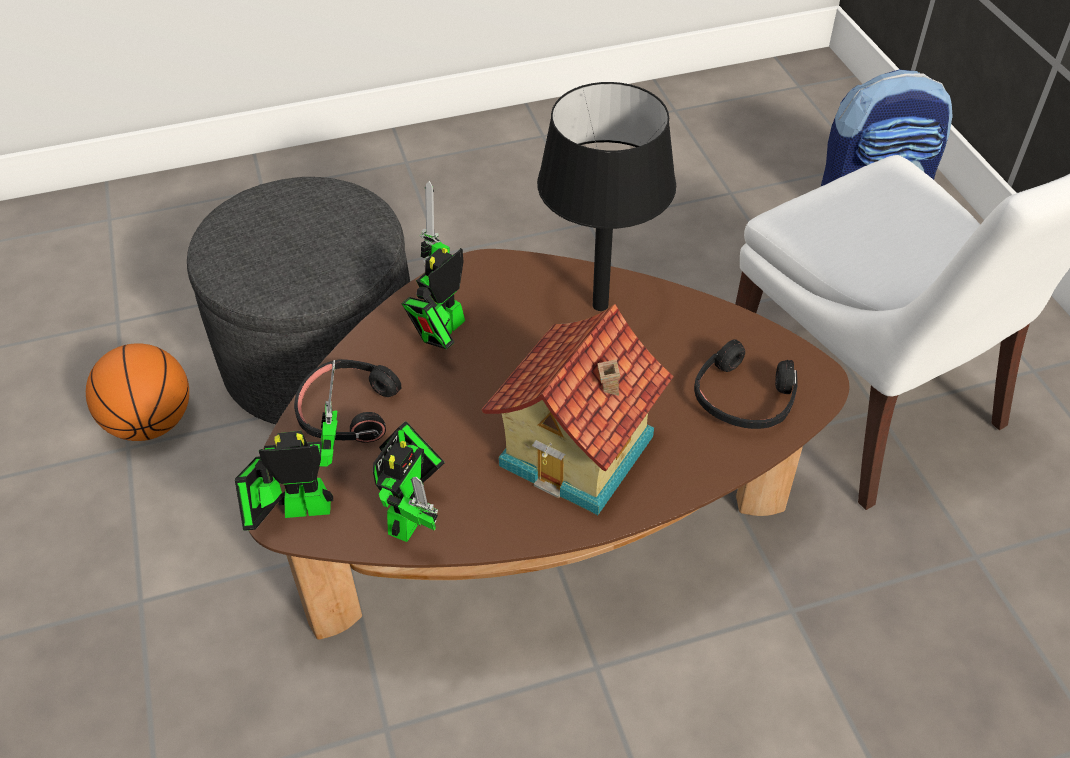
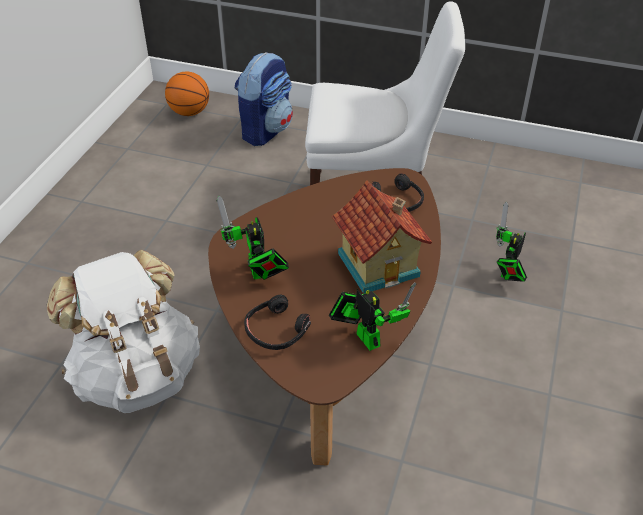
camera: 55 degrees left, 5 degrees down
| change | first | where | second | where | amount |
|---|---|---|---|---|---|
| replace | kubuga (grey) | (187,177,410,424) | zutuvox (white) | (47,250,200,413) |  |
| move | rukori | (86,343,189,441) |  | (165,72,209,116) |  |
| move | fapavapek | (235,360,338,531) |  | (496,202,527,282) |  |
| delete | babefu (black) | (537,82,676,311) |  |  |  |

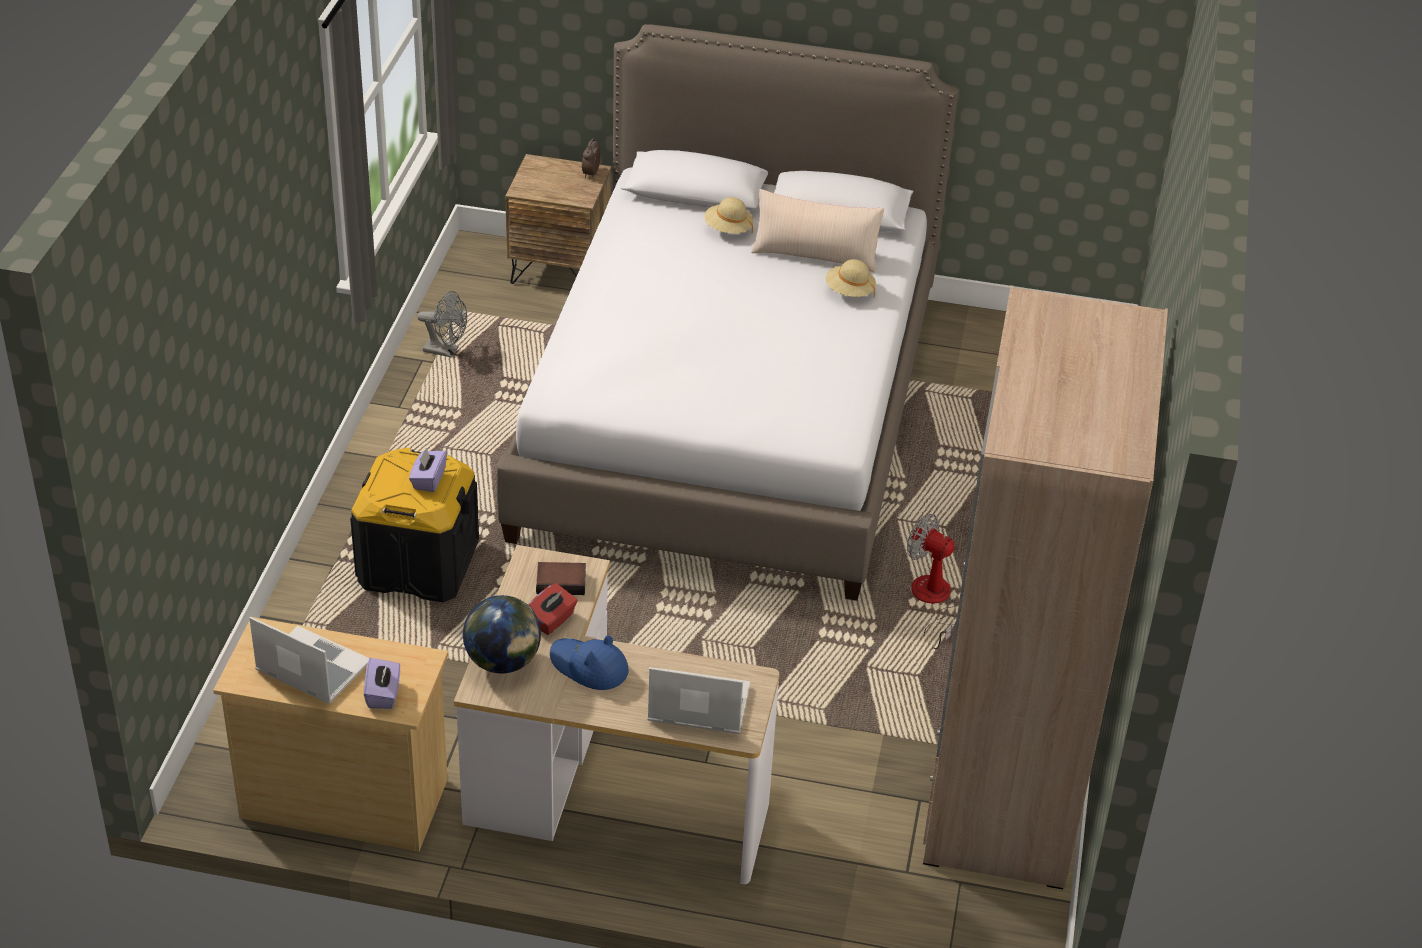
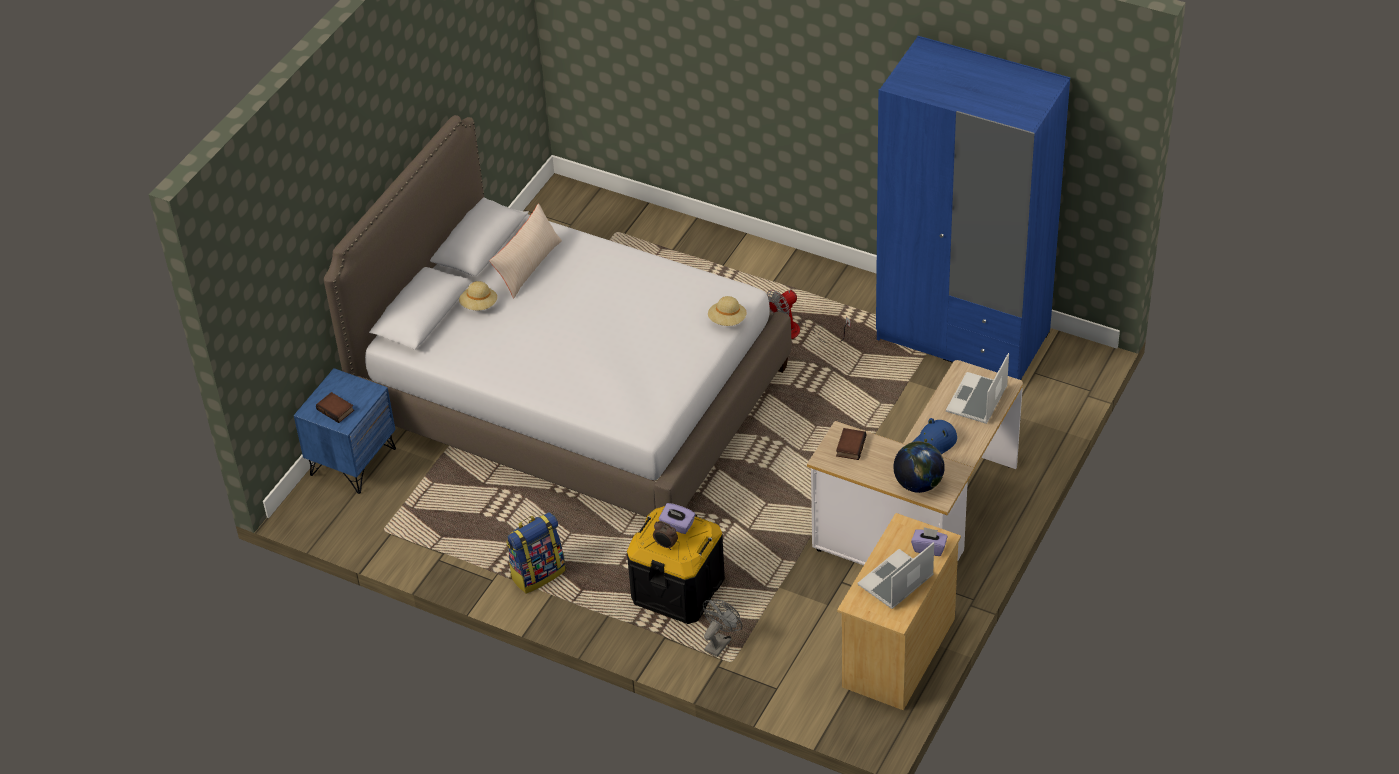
camera: 70 degrees left, 5 degrees up
| change | first | where | second | where | amount |
|---|---|---|---|---|---|
| recolor | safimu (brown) | (505,154,611,284) | safimu (blue) | (294,368,396,494) |  |
| insert |  |  | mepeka | (316,392,354,423) |  |
| insert |  |  | zutuvox | (506,512,566,594) |  |
| move | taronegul | (582,139,600,178) |  | (653,521,678,550) |  |
| move | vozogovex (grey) | (417,291,467,358) |  | (703,599,742,657) |  |
| move | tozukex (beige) | (826,259,876,298) |  | (708,296,747,326) |  |
| recolor | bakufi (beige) | (923,286,1168,890) | bakufi (blue) | (876,36,1070,380) |  |
| delete | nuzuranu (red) | (528,583,578,635) |  |  |  |

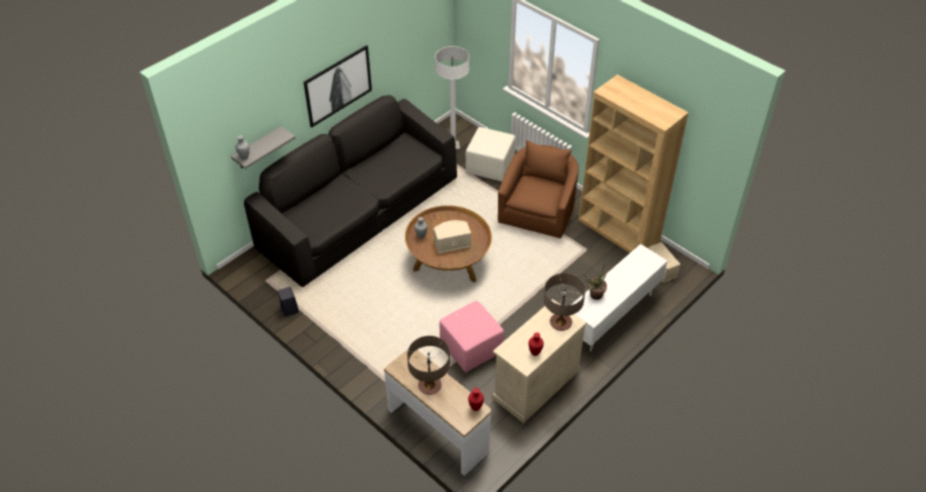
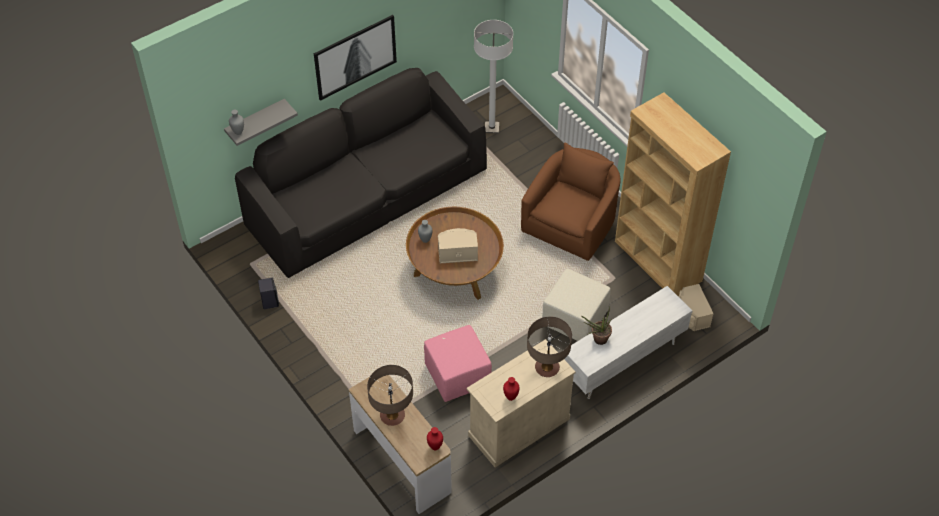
camera: 10 degrees right, 5 degrees up
| change | first | where | second | where | amount |
|---|---|---|---|---|---|
| move | kubuga (beige) | (466,127,515,182) |  | (542,268,610,341) |  |

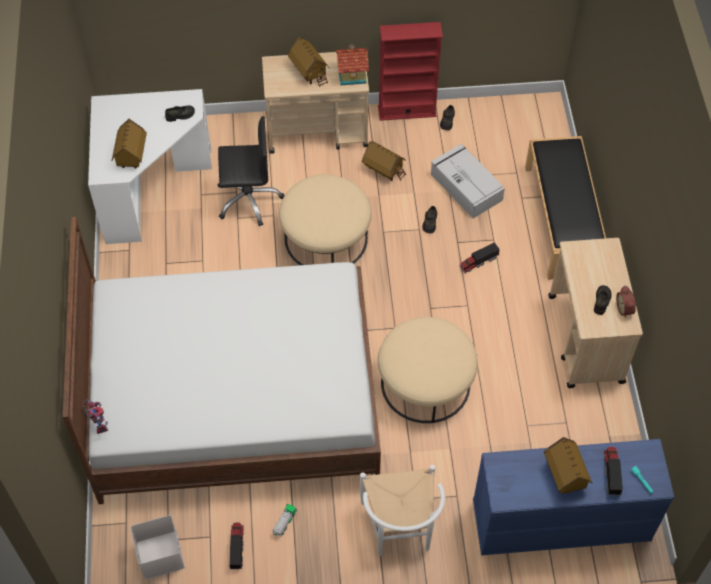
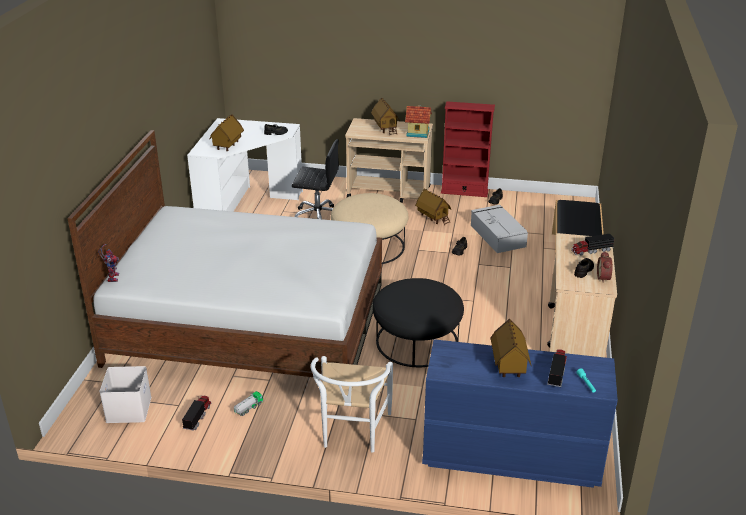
camera: 15 degrees right, 25 degrees down
| change | first | where | second | where | amount |
|---|---|---|---|---|---|
| recolor | kubuga (beige) | (378,317,478,423) | kubuga (black) | (372,278,464,367) |  |
| move | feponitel | (459,242,499,273) |  | (571,234,614,256) |  |

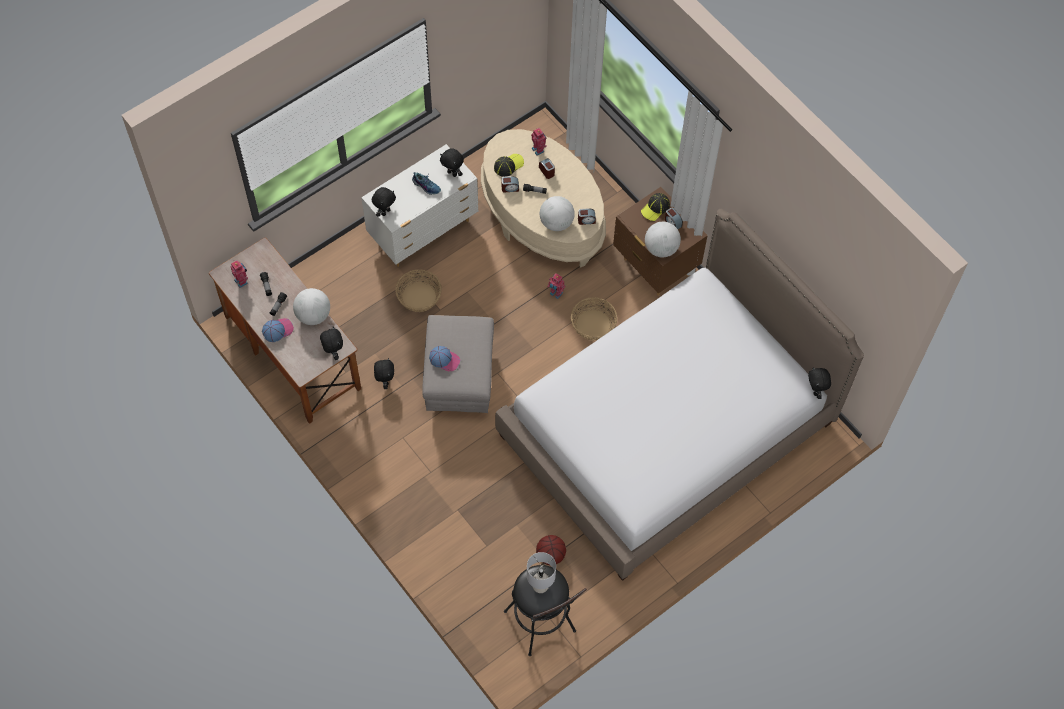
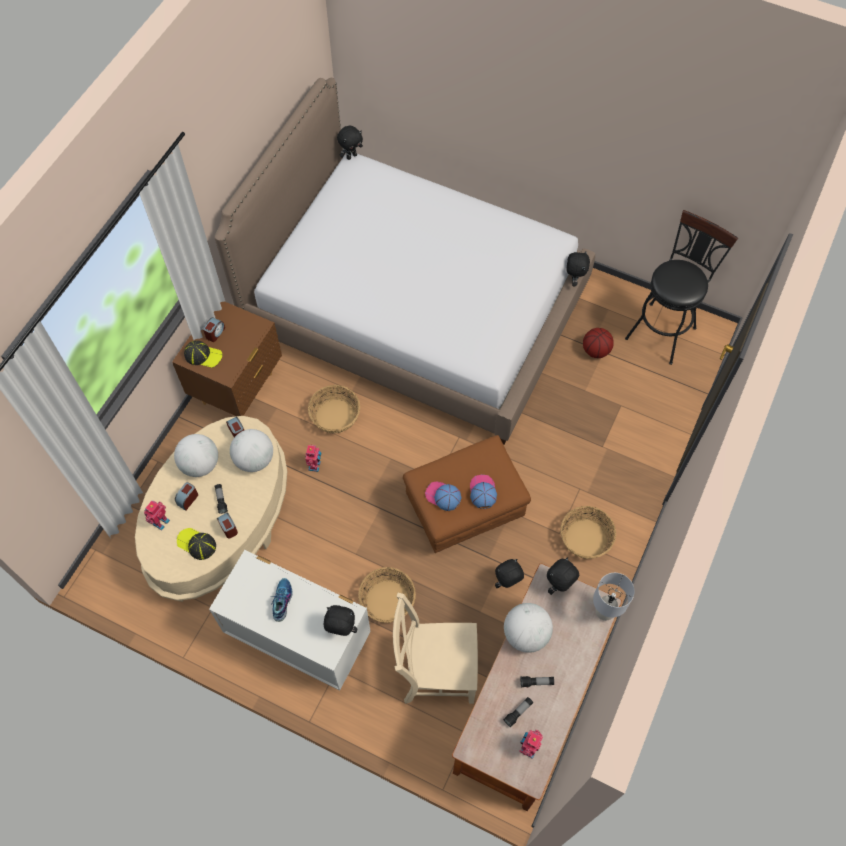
camera: 115 degrees left, 0 degrees up
| change | first | where | second | where | amount |
|---|---|---|---|---|---|
| move | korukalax | (645,222,681,257) |  | (174,434,218,477) |  |
| insert |  |  | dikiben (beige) | (393,593,478,704) |  |
| recolor | kubuga (grey) | (422,315,494,413) | kubuga (brown) | (403,435,531,553) |  |
| move | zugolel | (262,318,294,342) |  | (425,481,462,511) |  |
| insert |  |  | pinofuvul | (560,506,616,559) |  |
| move | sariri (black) | (440,148,464,177) |  | (566,251,590,286) |  |
| move | babefu (grey) | (527,552,556,593) |  | (593,573,635,621) |  |

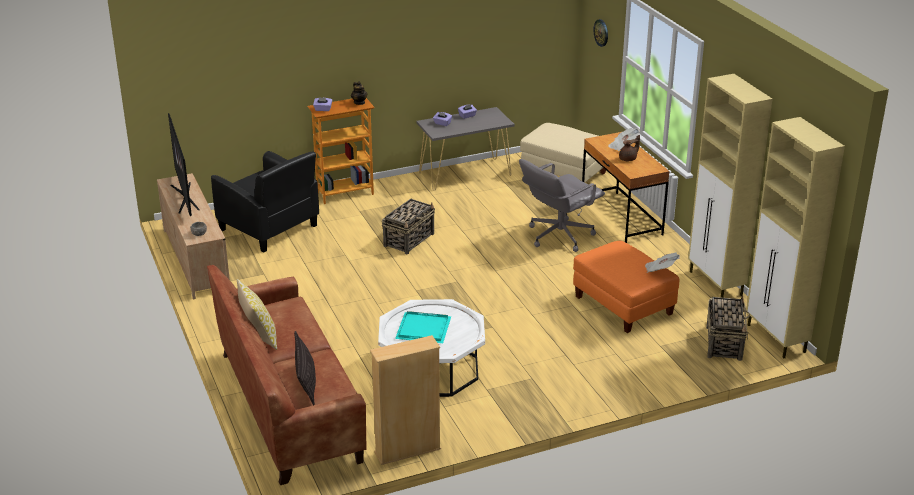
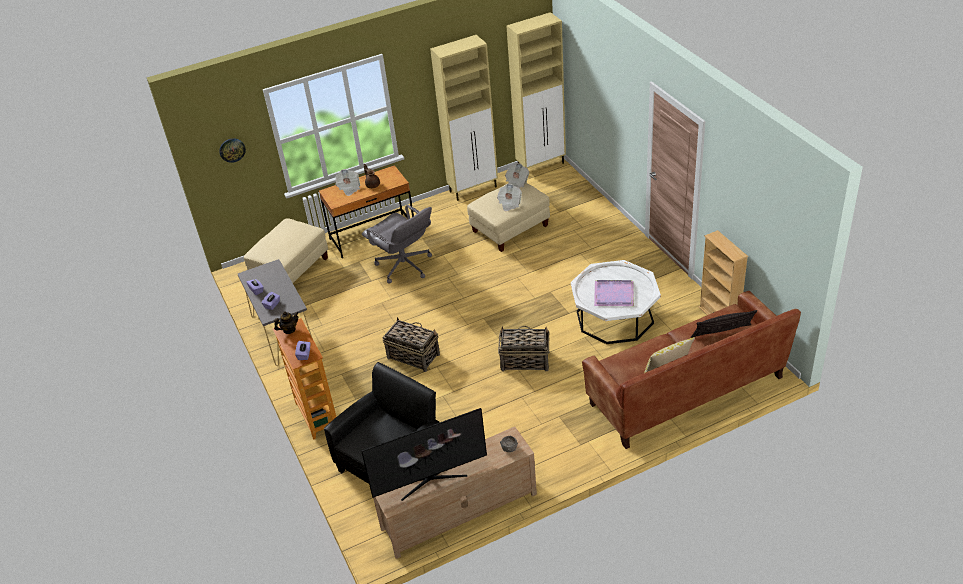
camera: 90 degrees left, 10 degrees up
| change | first | where | second | where | amount |
|---|---|---|---|---|---|
| recolor | kubuga (orange) | (573,241,680,333) | kubuga (beige) | (467,183,550,252) |  |
| insert |  |  | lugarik | (497,184,522,211) |  |
| move | pinofuvul | (706,296,750,361) |  | (498,326,549,371) |  |
| recolor | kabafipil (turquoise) | (395,311,451,343) | kabafipil (purple) | (594,280,634,306) |  |

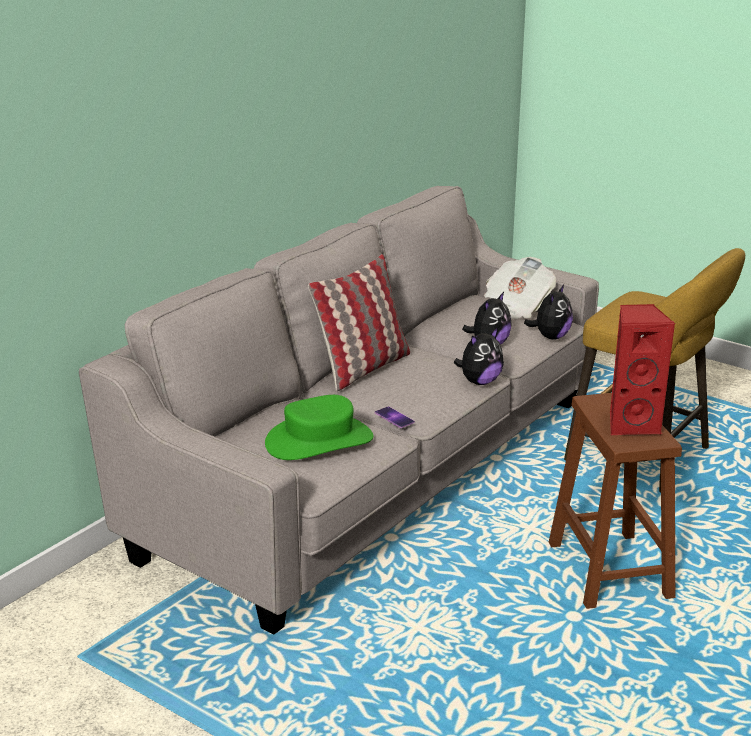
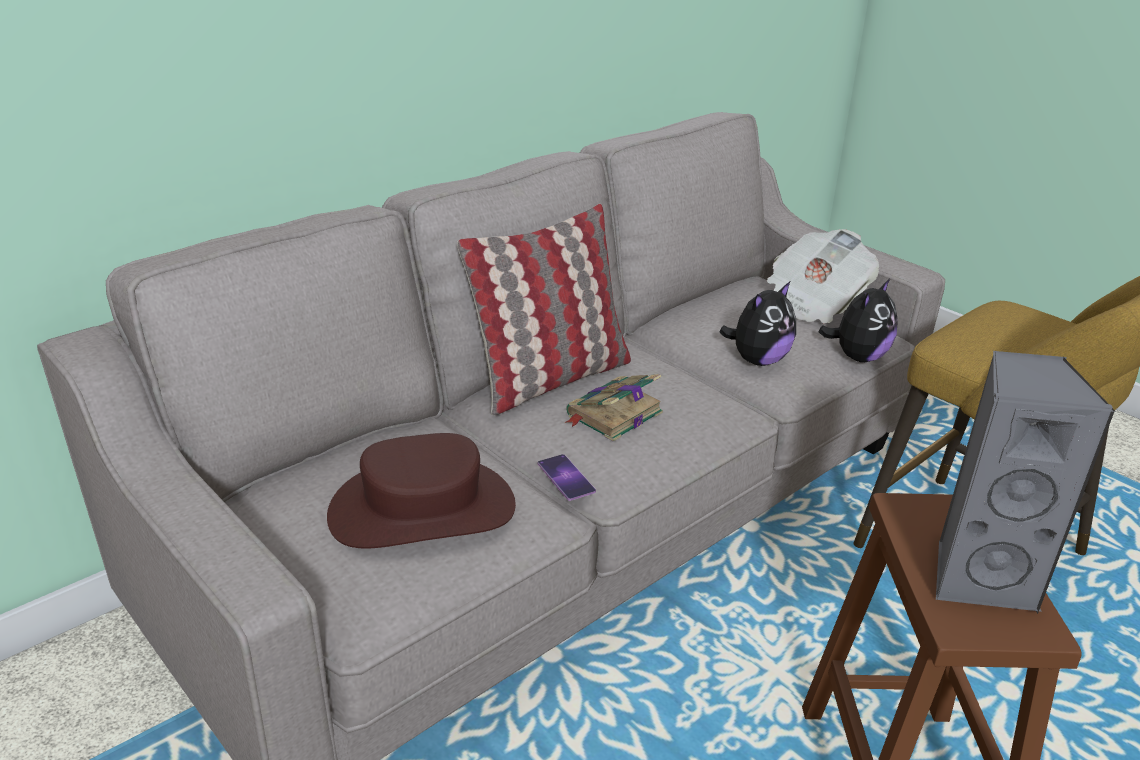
camera: 10 degrees right, 5 degrees up
| change | first | where | second | where | amount |
|---|---|---|---|---|---|
| recolor | tozukex (green) | (265,395,373,460) | tozukex (brown) | (327,433,516,549) |  |
| insert |  |  | mepeka | (565,374,663,441) |  |
| recolor | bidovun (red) | (610,304,675,435) | bidovun (grey) | (936,351,1116,614) |  |
| delete | sariri | (454,327,504,385) |  |  |  |

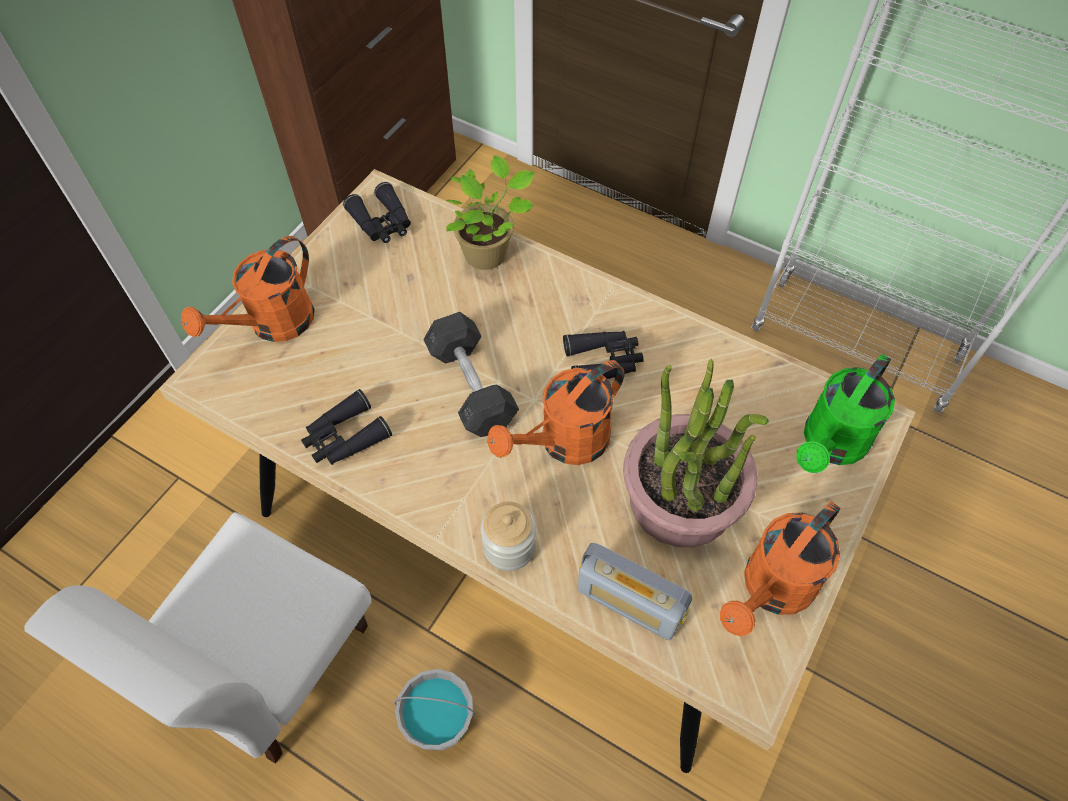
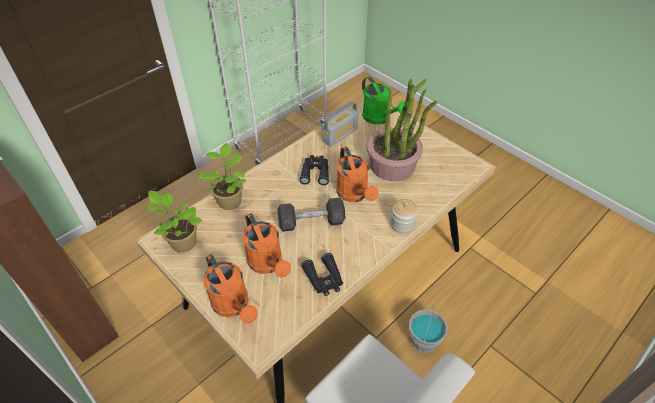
camera: 75 degrees left, 10 degrees down
| change | first | where | second | where | amount |
|---|---|---|---|---|---|
| replace | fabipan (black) | (343,182,411,243) | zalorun | (146,191,202,253) |  |
| move | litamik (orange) | (720,501,841,636) |  | (242,213,291,277) |  |
| move | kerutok | (577,543,692,640) |  | (322,101,358,147) |  |

